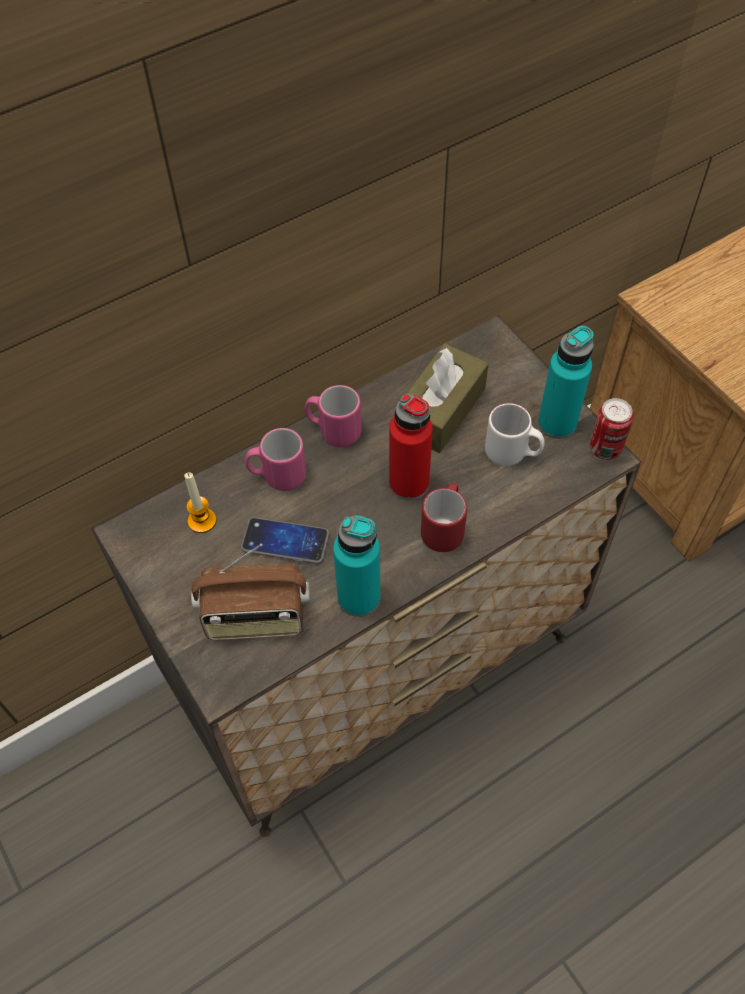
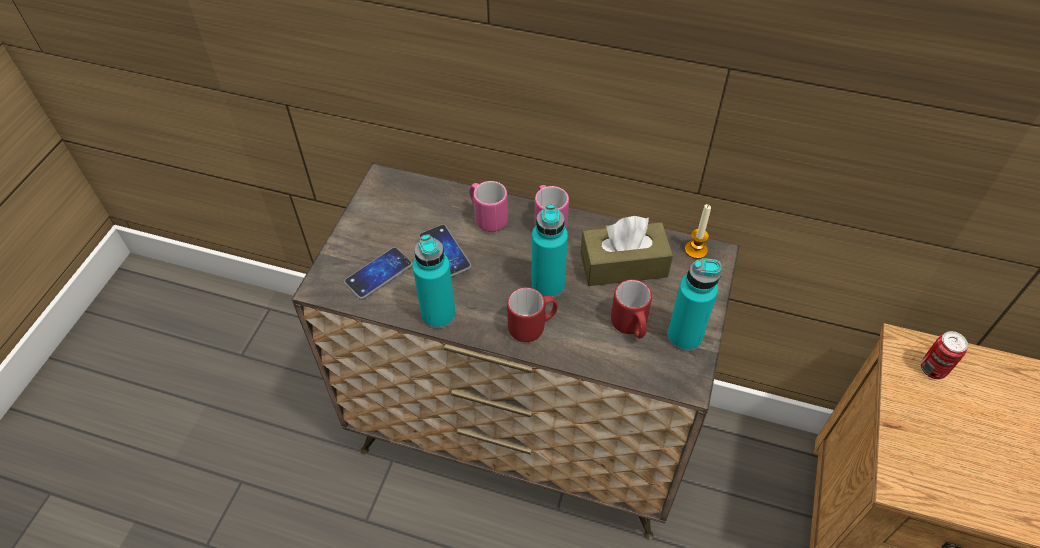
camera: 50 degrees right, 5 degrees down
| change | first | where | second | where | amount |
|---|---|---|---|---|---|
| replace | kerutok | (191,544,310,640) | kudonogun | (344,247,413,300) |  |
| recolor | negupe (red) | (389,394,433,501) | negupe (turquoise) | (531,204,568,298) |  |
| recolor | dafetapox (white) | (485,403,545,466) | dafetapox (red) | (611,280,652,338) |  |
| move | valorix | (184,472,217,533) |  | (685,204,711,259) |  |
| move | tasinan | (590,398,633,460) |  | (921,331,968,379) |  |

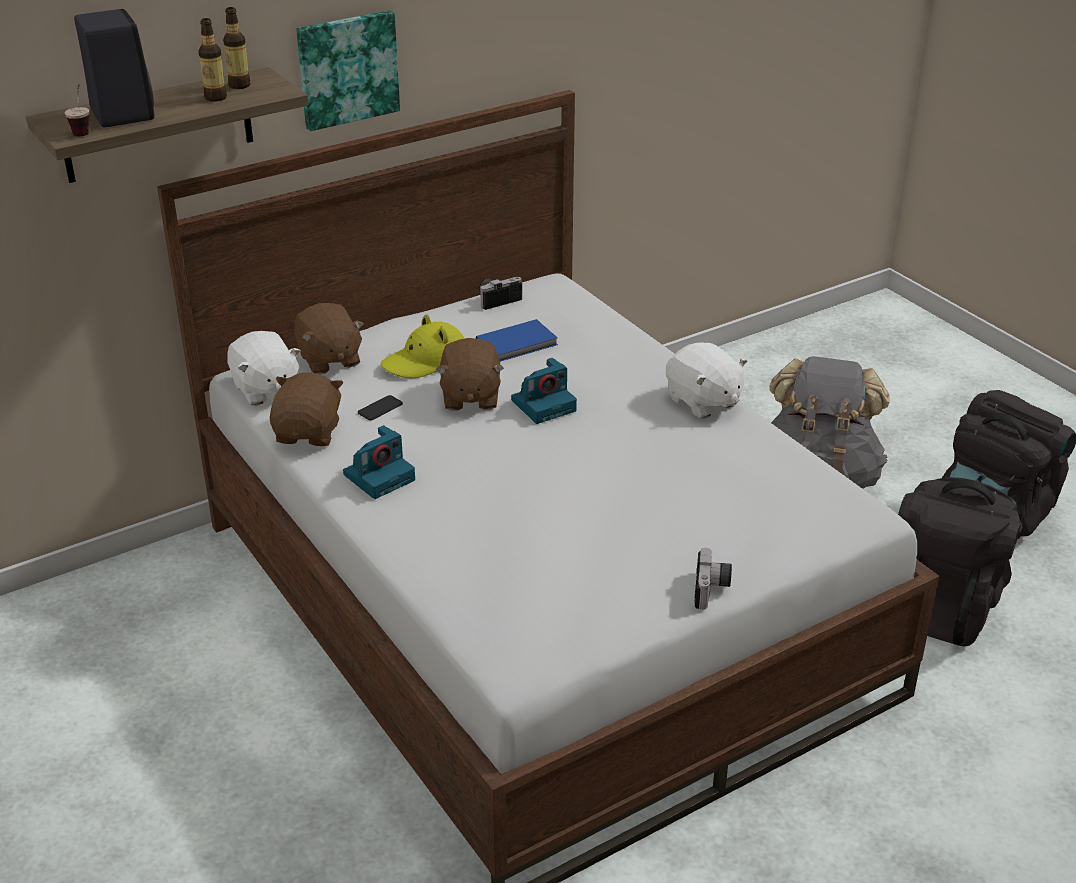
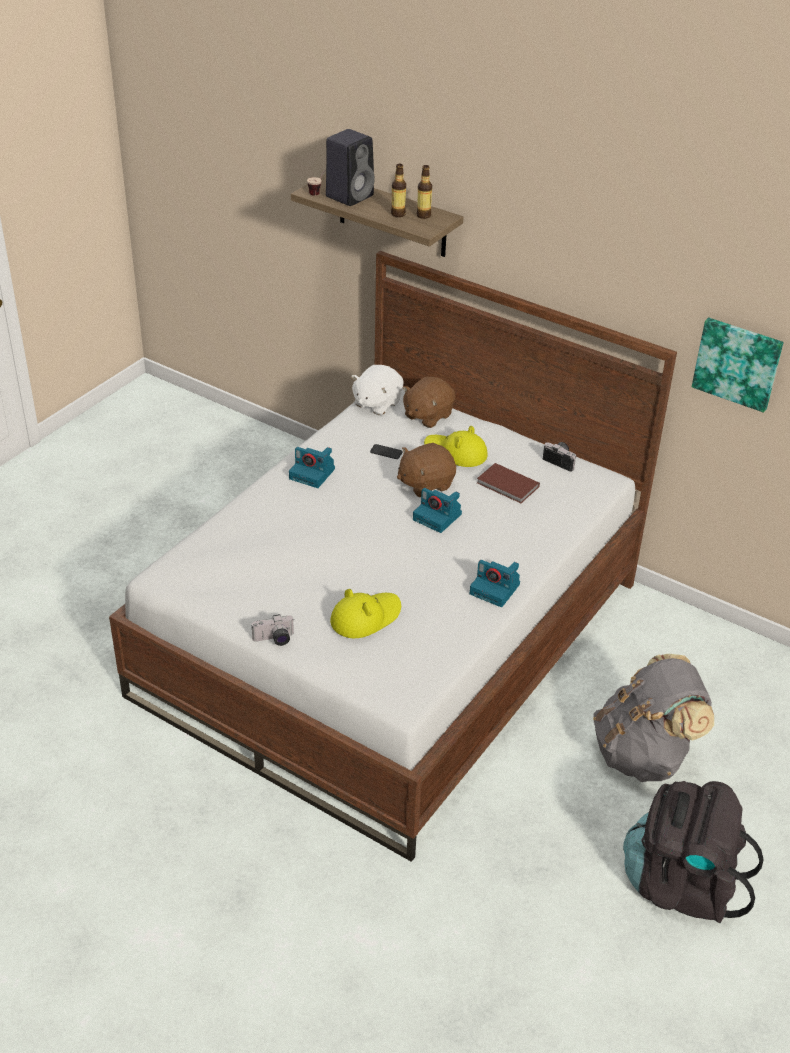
camera: 65 degrees right, 5 degrees up
| change | first | where | second | where | amount |
|---|---|---|---|---|---|
| insert |  |  | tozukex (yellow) | (330,589,401,638) |  |
| replace | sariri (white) | (666,342,747,418) | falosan | (470,560,520,607) |  |
| recolor | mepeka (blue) | (476,319,558,362) | mepeka (brown) | (477,463,540,503) |  |
| move | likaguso | (296,10,400,131) |  | (692,318,783,413) |  |
| delete | sariri (brown) | (270,372,343,446) |  |  |  |
| delete | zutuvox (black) | (898,477,1022,647) |  |  |  |

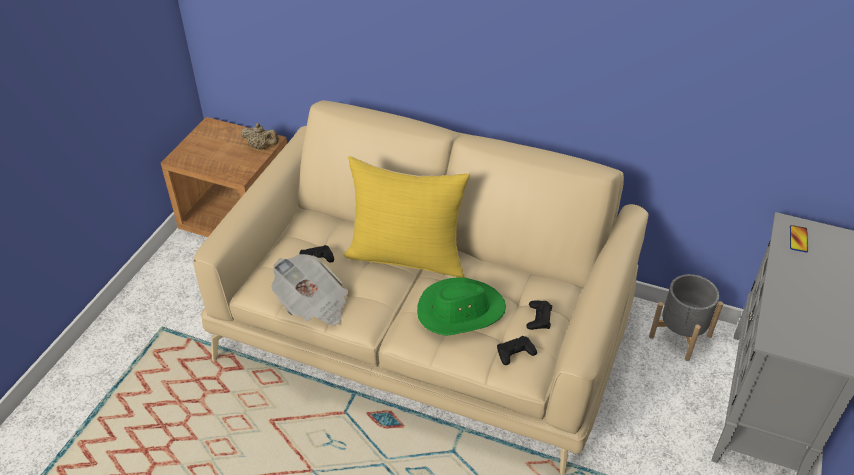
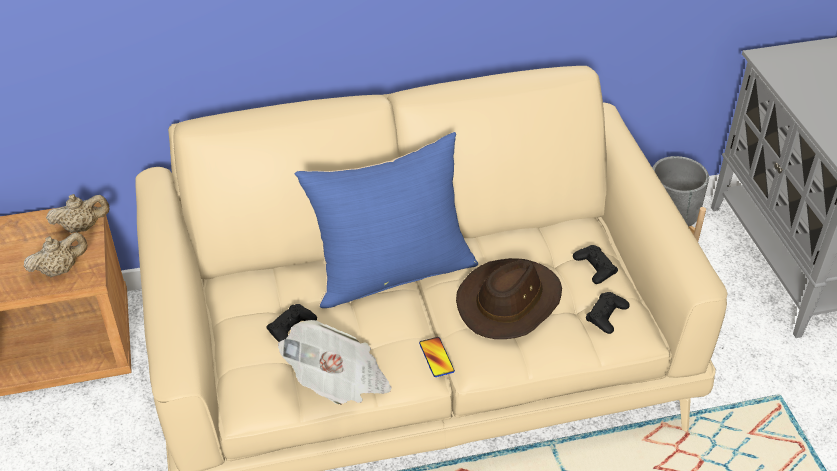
camera: 35 degrees left, 0 degrees up
| change | first | where | second | where | amount |
|---|---|---|---|---|---|
| insert |  |  | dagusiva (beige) | (23,232,87,277) |  |
| recolor | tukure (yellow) | (344,156,470,278) | tukure (blue) | (294,132,478,308) |  |
| move | kudonogun | (790,225,808,252) |  | (419,337,455,377) |  |
| recolor | tozukex (green) | (417,277,506,336) | tozukex (brown) | (456,258,562,339) |  |

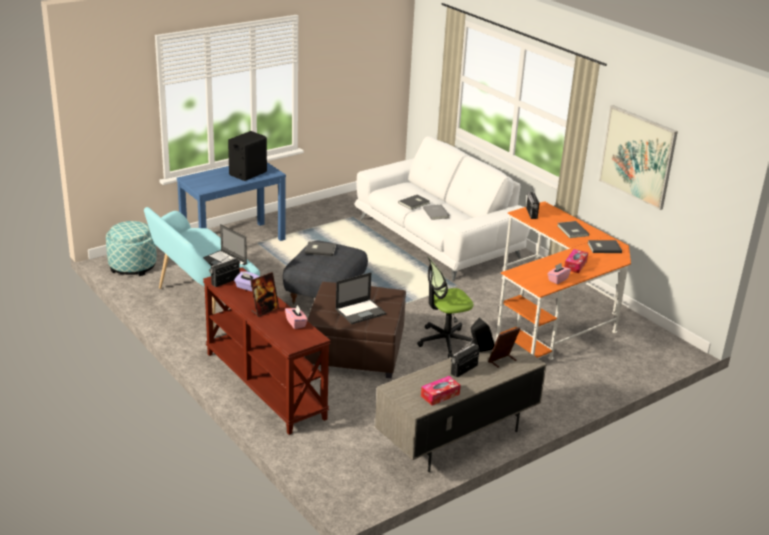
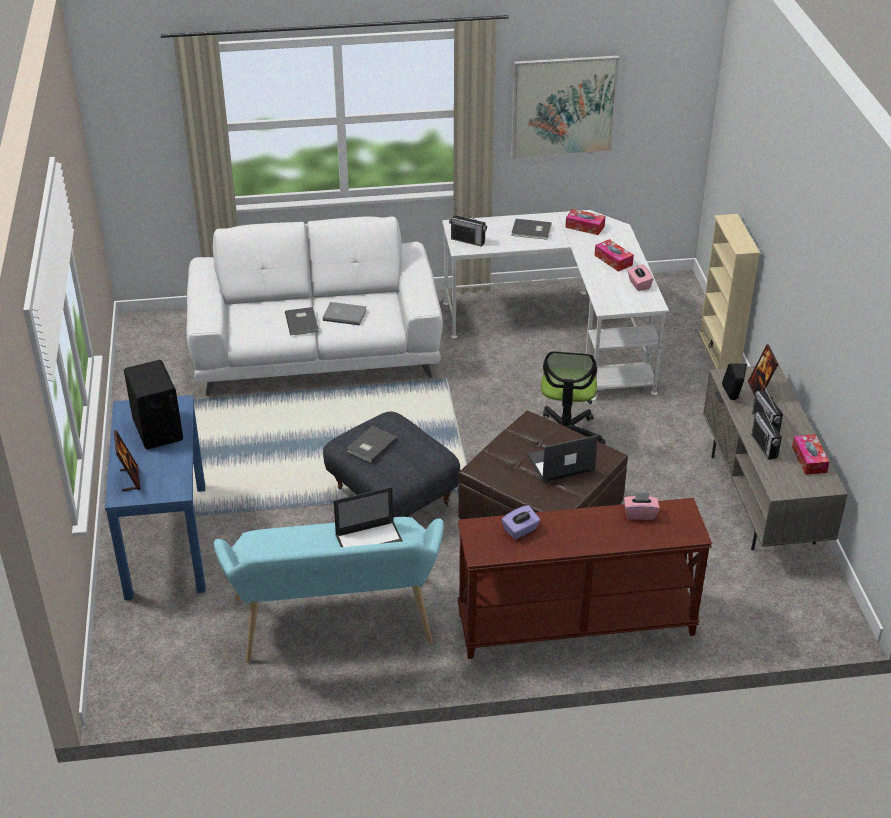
camera: 60 degrees left, 10 degrees up
| change | first | where | second | where | amount |
|---|---|---|---|---|---|
| move | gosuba | (250,272,279,317) |  | (114,430,141,491) |  |
| recolor | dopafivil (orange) | (496,201,631,360) | dopafivil (white) | (442,210,669,400) |  |
| rotate | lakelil | (335,272,386,324) |  | (527,435,598,483) | 105 degrees counterclockwise |
| replace | mepeka (grey) | (588,240,622,253) | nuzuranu | (565,209,605,235) |  |
| insert |  |  | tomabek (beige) | (698,214,760,369) |  |
| move | kerutok | (209,252,240,287) |  | (752,406,782,460) |  |
| delete | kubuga | (106,221,157,276) |  |  |  |

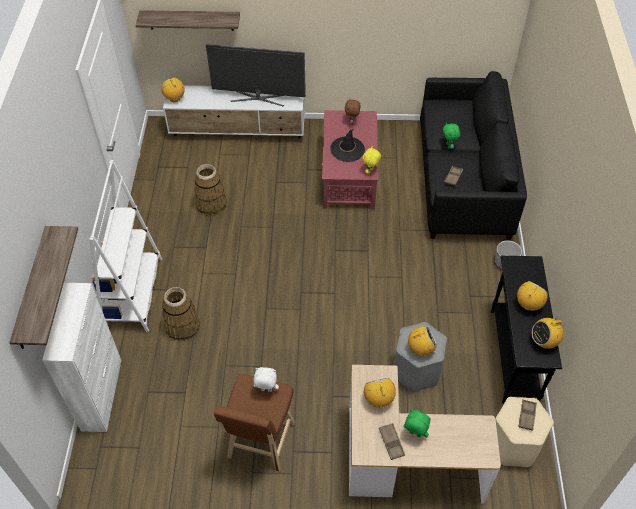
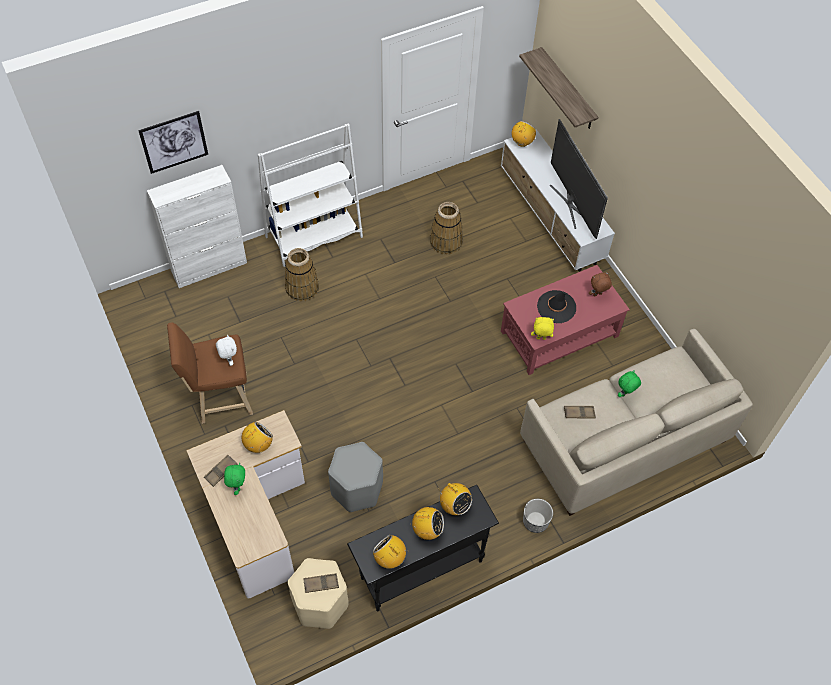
camera: 60 degrees right, 5 degrees up
| change | first | where | second | where | amount |
|---|---|---|---|---|---|
| replace | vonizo | (9,226,78,349) | likaguso | (138,111,208,174) |  |
| move | kerutok | (408,326,437,356) |  | (440,483,472,515) |  |
| recolor | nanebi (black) | (420,71,527,240) | nanebi (beige) | (520,329,753,516) |  |

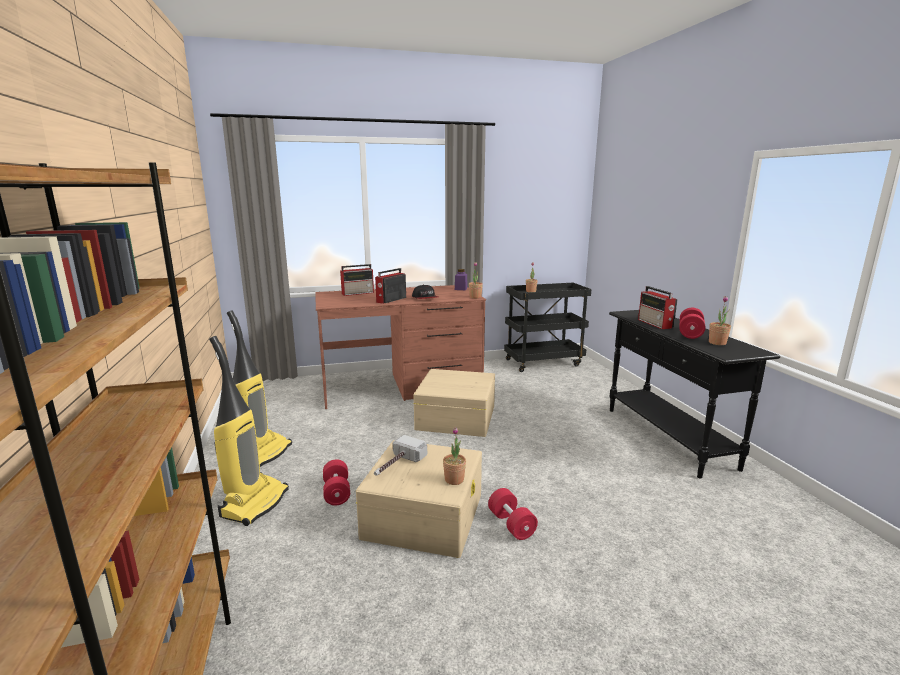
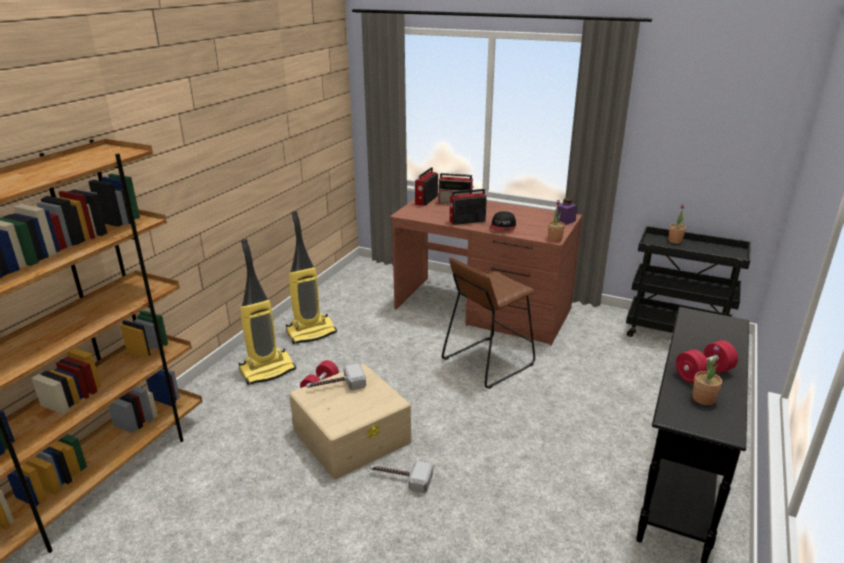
camera: 40 degrees right, 10 degrees up
| change | first | where | second | where | amount |
|---|---|---|---|---|---|
| replace | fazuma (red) | (488,488,538,540) | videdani | (370,460,433,493) |  |
| move | kerutok | (638,286,678,329) |  | (415,167,438,206) |  |
| replace | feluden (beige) | (414,369,495,437) | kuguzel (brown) | (442,258,535,389) |  |
| delete | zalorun | (443,427,466,485) |  |  |  |

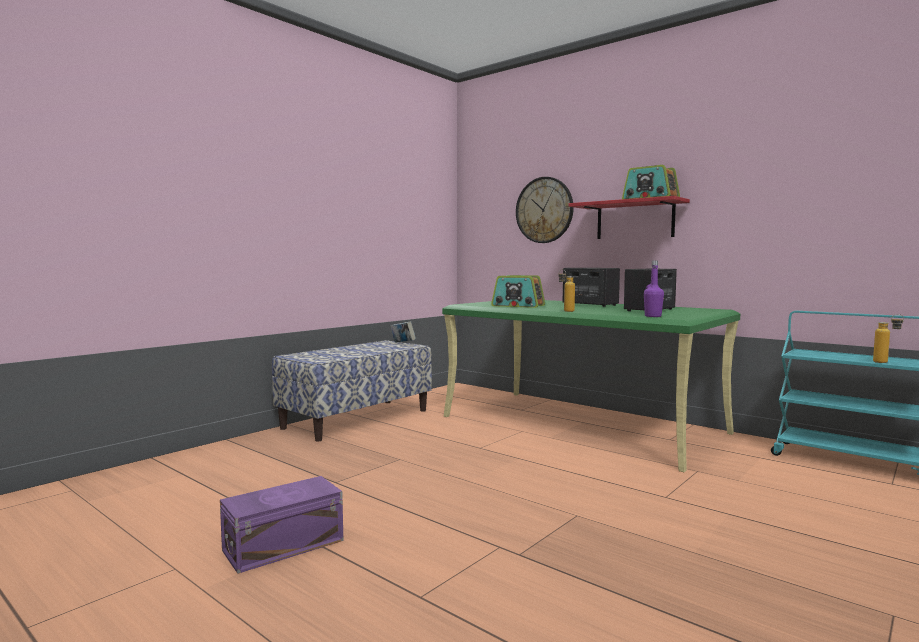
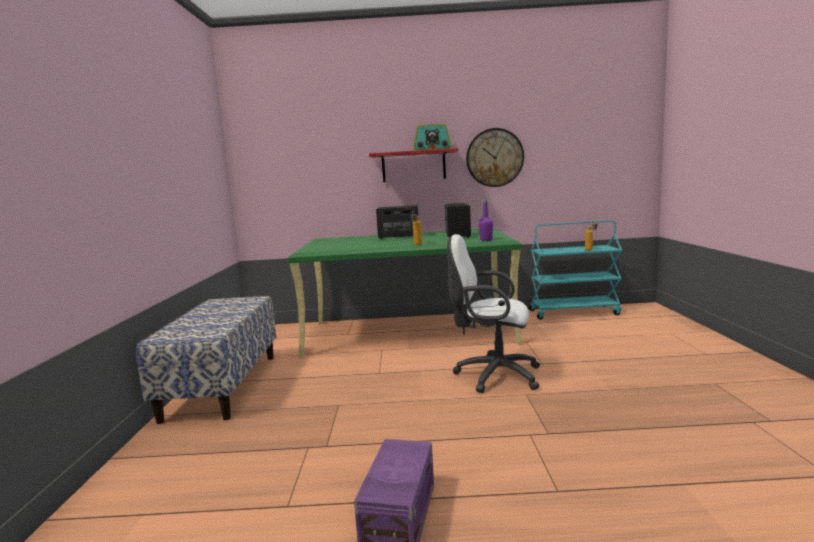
camera: 40 degrees left, 5 degrees up
| change | first | where | second | where | amount |
|---|---|---|---|---|---|
| insert |  |  | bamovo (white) | (447,234,540,393) |  |
| move | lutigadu | (516,177,574,243) |  | (466,128,524,187) |  |
| delete | mepeka | (390,321,416,343) |  |  |  |
| delete | kerutok | (491,275,545,308) |  |  |  |

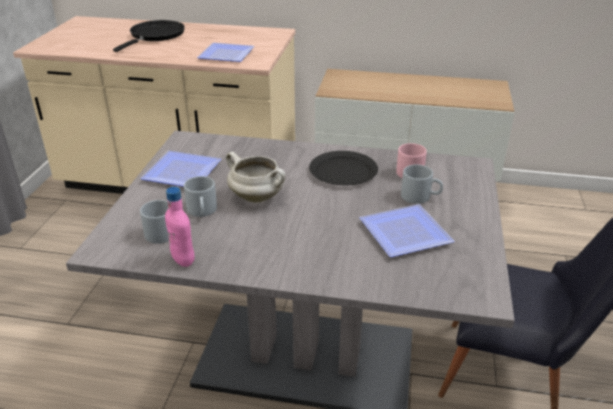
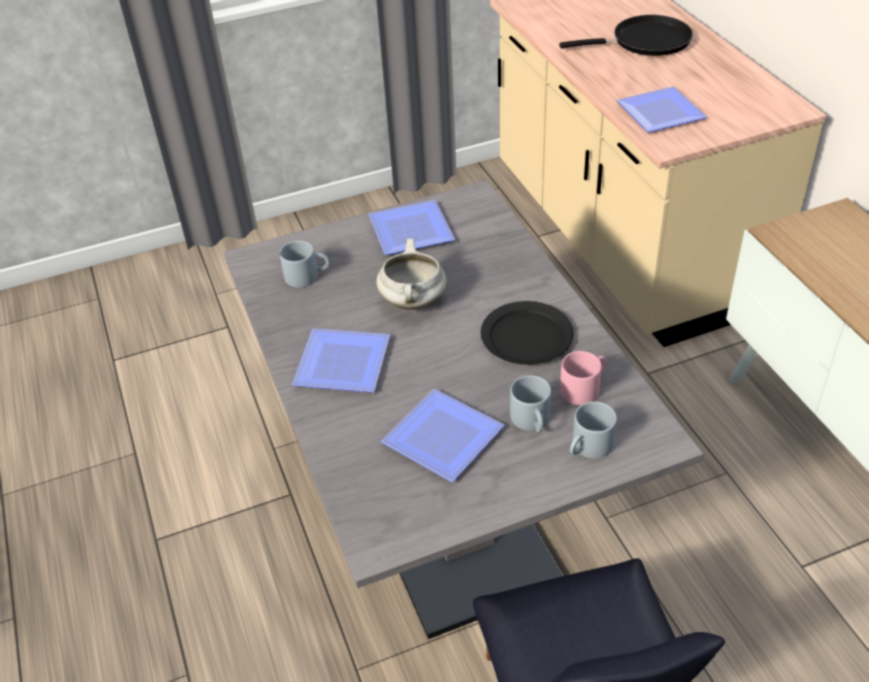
camera: 60 degrees right, 10 degrees up
| change | first | where | second | where | amount |
|---|---|---|---|---|---|
| insert |  |  | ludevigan | (292,328,390,392) |  |
| move | dafetapox (grey) | (184,176,217,217) |  | (570,402,617,459) |  |
| delete | negupe (pink) | (165,187,195,267) |  |  |  |

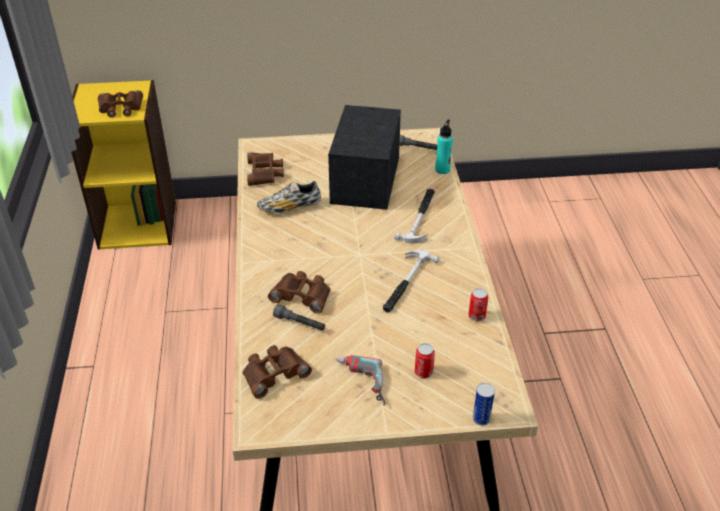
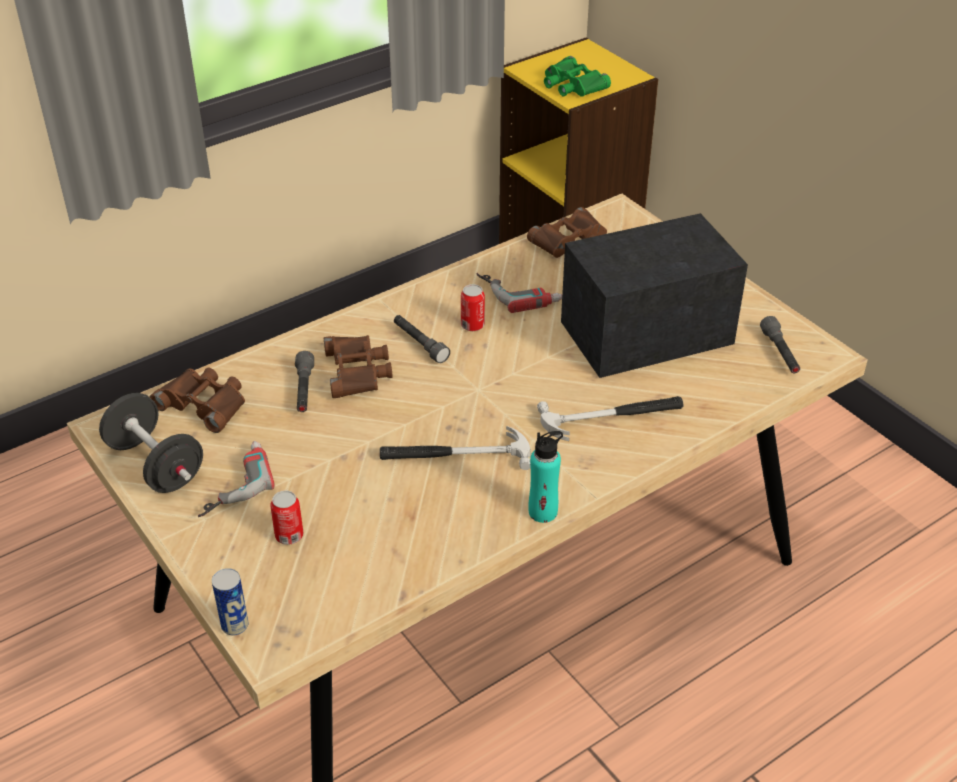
camera: 60 degrees right, 0 degrees up
| change | first | where | second | where | amount |
|---|---|---|---|---|---|
| insert |  |  | fazuma (black) | (99,393,203,493) |  |
| insert |  |  | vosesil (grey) | (394,315,450,363) |  |
| move | tasinan | (468,288,488,321) |  | (461,284,485,331) |  |
| replace | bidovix | (257,181,321,213) | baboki | (476,273,562,313) |  |
| move | negupe (turquoise) | (435,120,453,174) |  | (528,431,563,523) |  |
| recolor | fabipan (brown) | (98,90,143,118) | fabipan (green) | (544,56,611,97) |  |

